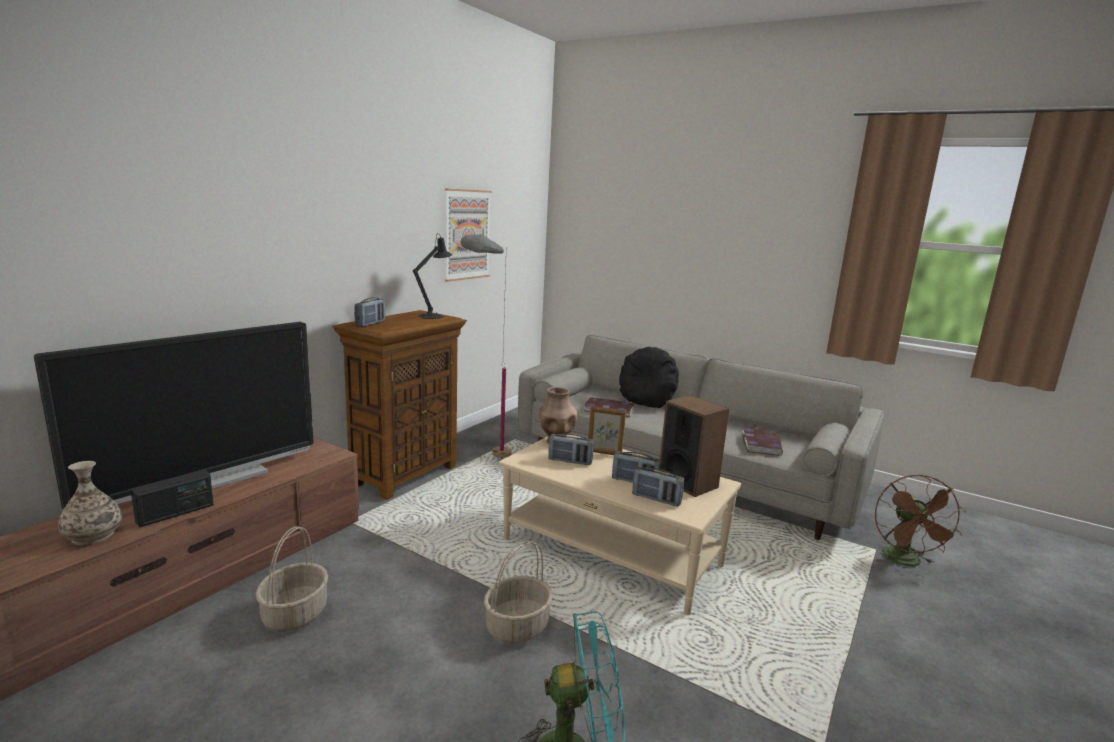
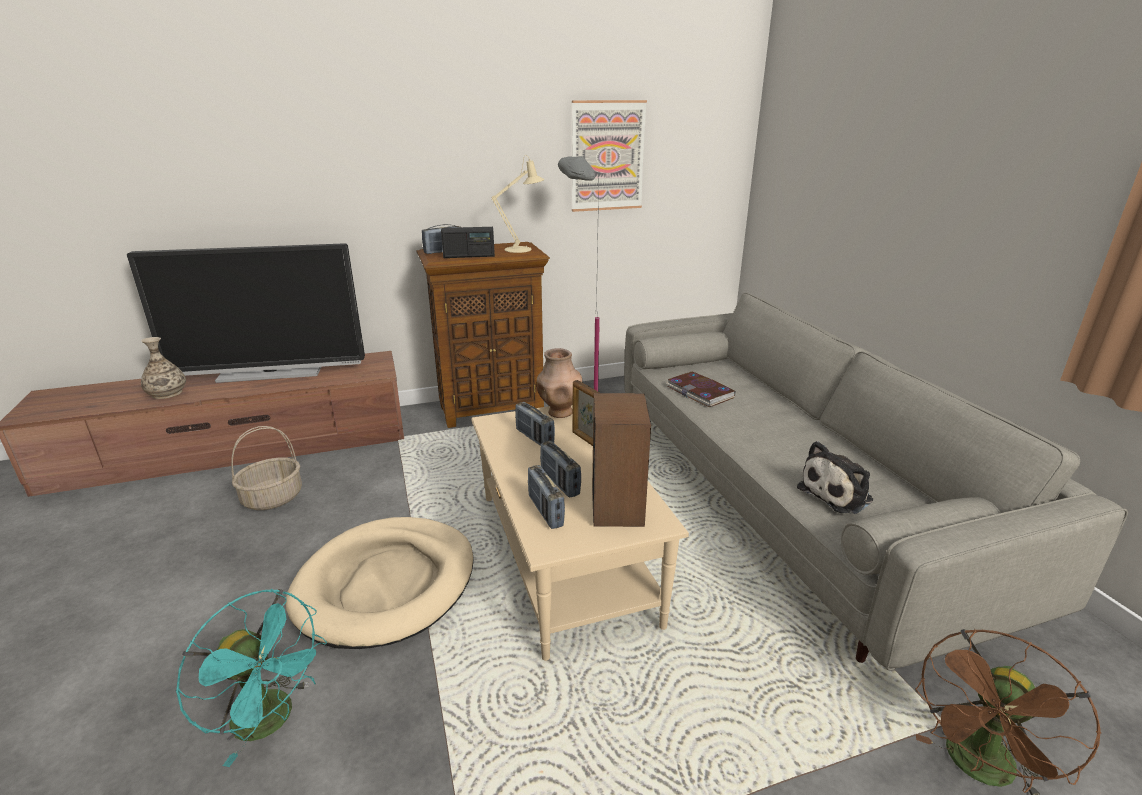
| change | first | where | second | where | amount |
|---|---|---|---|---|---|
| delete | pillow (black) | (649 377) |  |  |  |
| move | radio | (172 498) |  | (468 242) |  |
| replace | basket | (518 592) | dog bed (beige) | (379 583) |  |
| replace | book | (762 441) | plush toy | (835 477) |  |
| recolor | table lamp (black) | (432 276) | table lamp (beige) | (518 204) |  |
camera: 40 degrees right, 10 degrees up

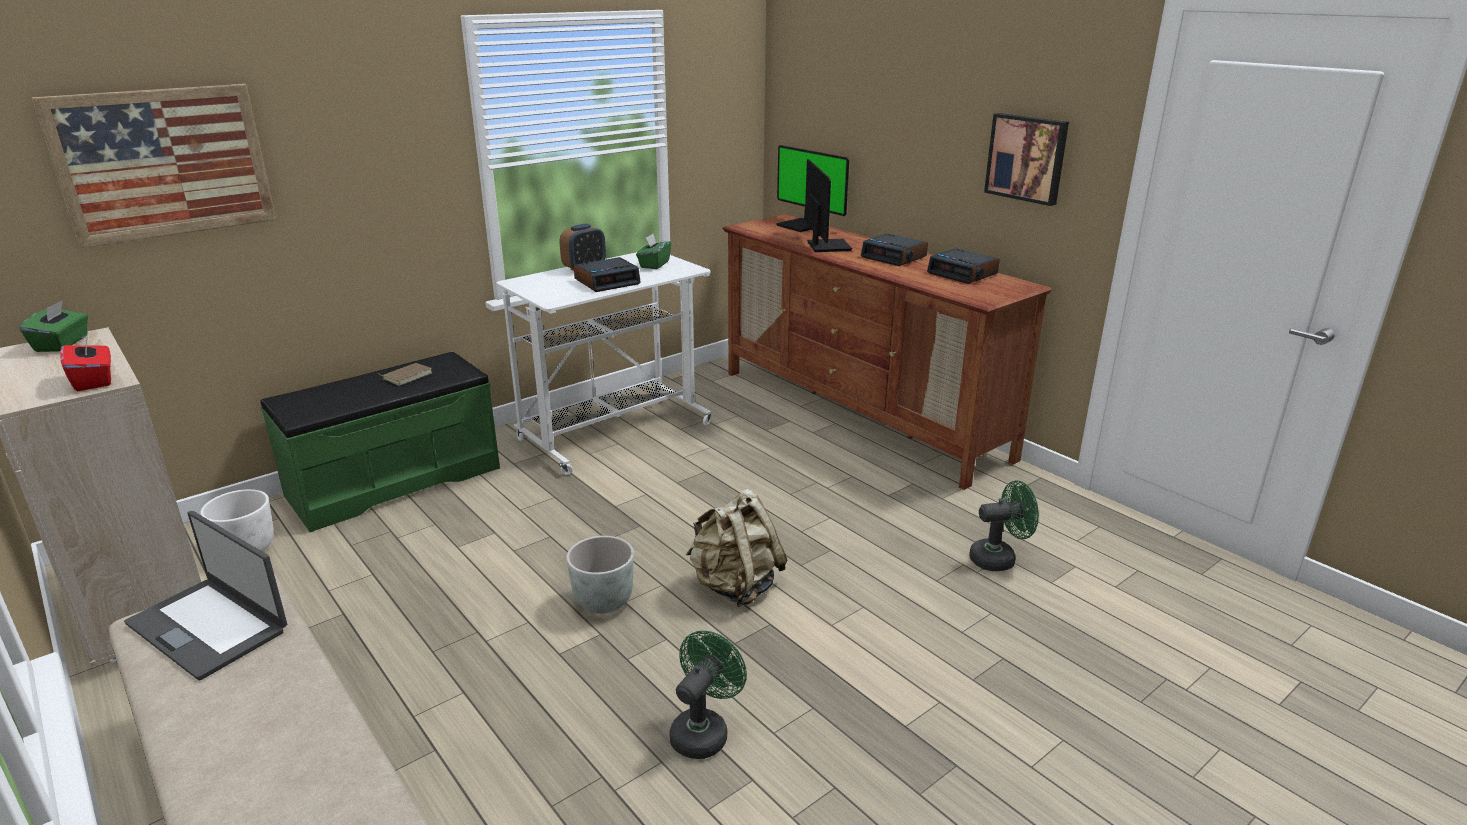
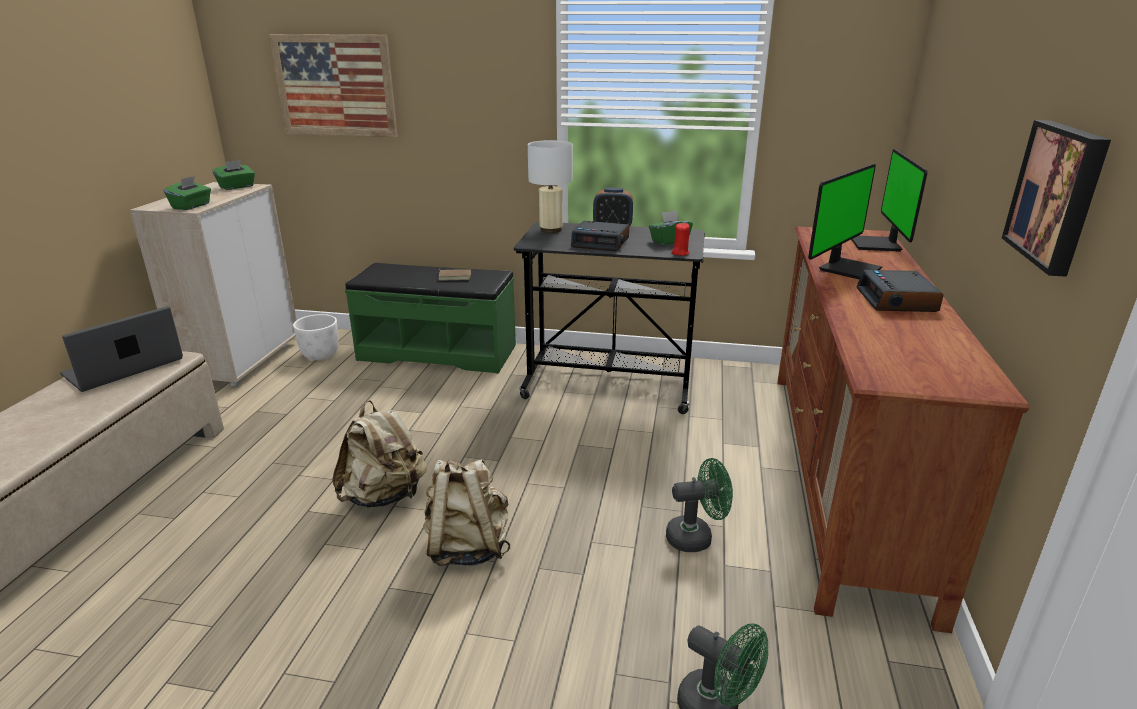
| change | first | where | second | where | amount |
|---|---|---|---|---|---|
| delete | alarm clock | (963 266) |  |  |  |
| insert |  |  | table lamp (white) | (550 186) |  |
| insert |  |  | candle (red) | (680 239) |  |
| move | fan (green) | (708 695) |  | (699 505) |  |
| replace | planter (grey) | (600 575) | backpack (beige) | (379 454) |  |
| recolor | tissue box (red) | (85 361) | tissue box (green) | (187 193) |  |
| recolor | desk (white) | (603 363) | desk (black) | (609 318) |  |
| rotate | laptop | (205 595) |  | (121 349) | 45 degrees clockwise |
camera: 50 degrees right, 0 degrees up

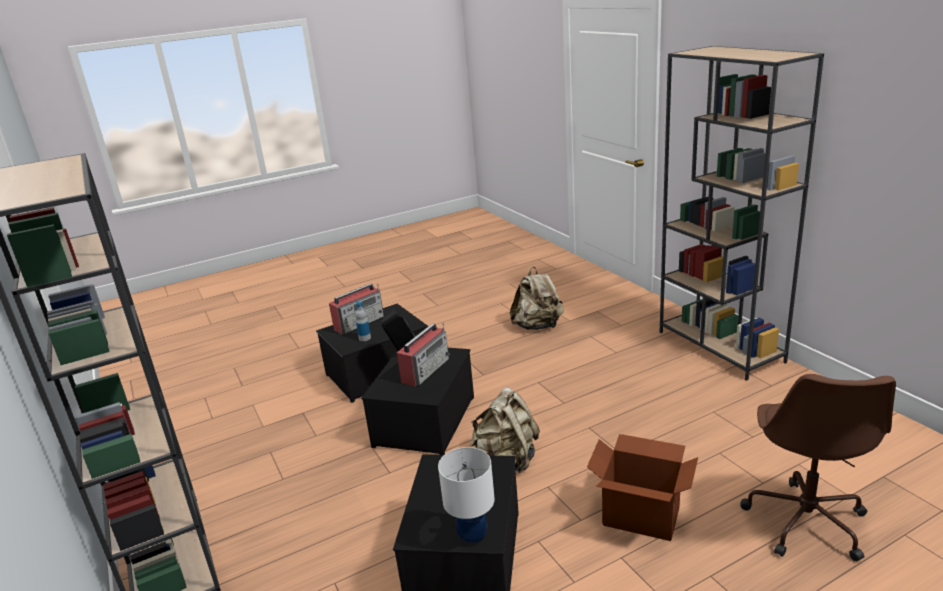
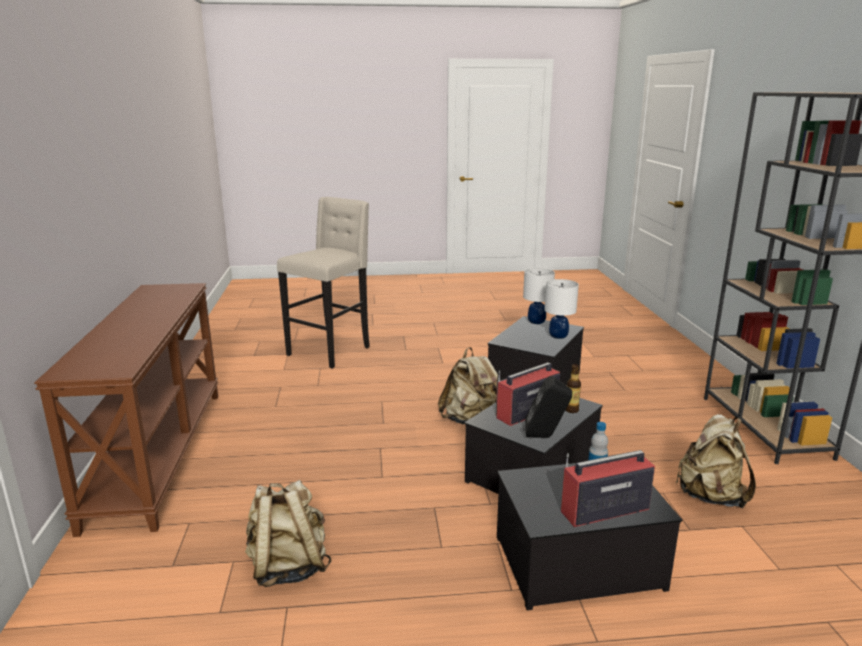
| change | first | where | second | where | amount |
|---|---|---|---|---|---|
| delete | cardboard box | (642 487) |  |  |  |
| insert |  |  | table lamp (white) | (561 309) |  |
| insert |  |  | bottle | (573 388) |  |
| insert |  |  | backpack (beige) | (715 461) |  |
| replace | bookcase | (742 213) | console table (brown) | (126 410) |  |
| replace | office chair (brown) | (818 467) | stool (beige) | (323 283) |  |
camera: 160 degrees left, 5 degrees down

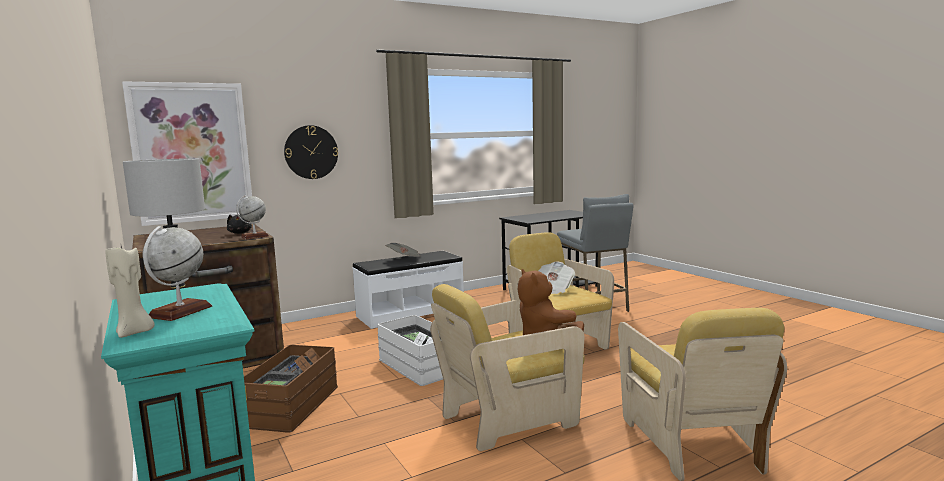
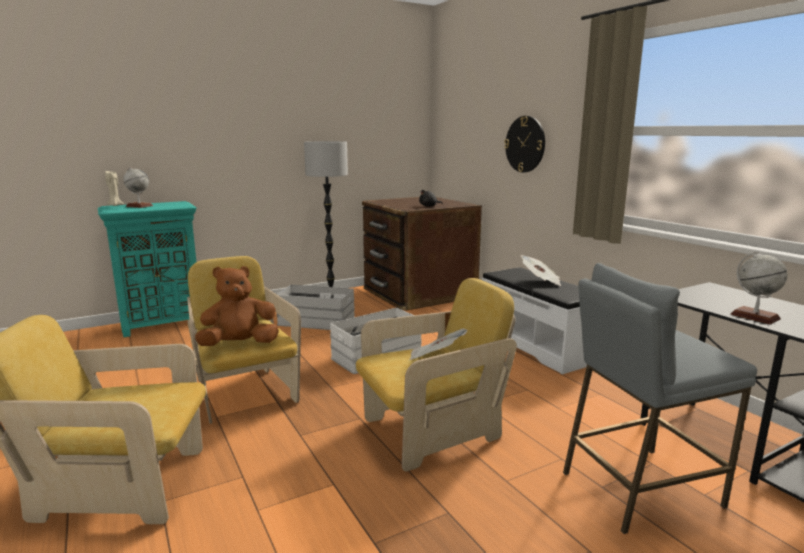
| change | first | where | second | where | amount |
|---|---|---|---|---|---|
| delete | picture | (187 153) |  |  |  |
| move | globe | (252 217) |  | (759 288) |  |
| recolor | storage box (brown) | (291 389) | storage box (grey) | (316 307) |  |
camera: 90 degrees right, 5 degrees up

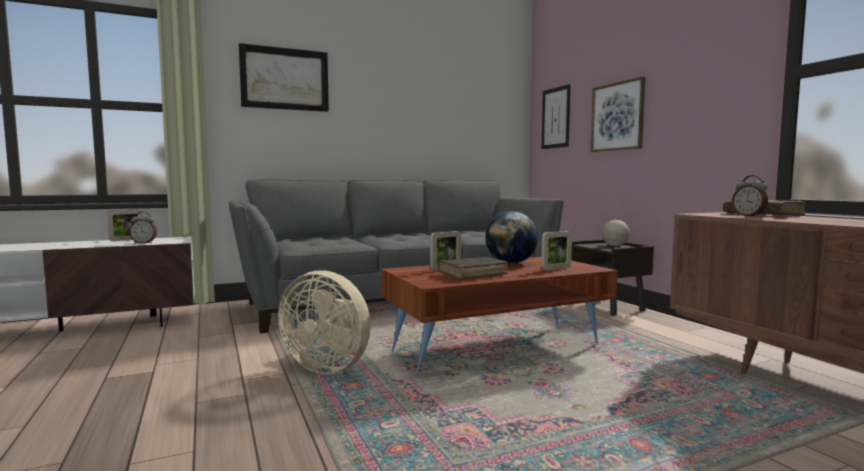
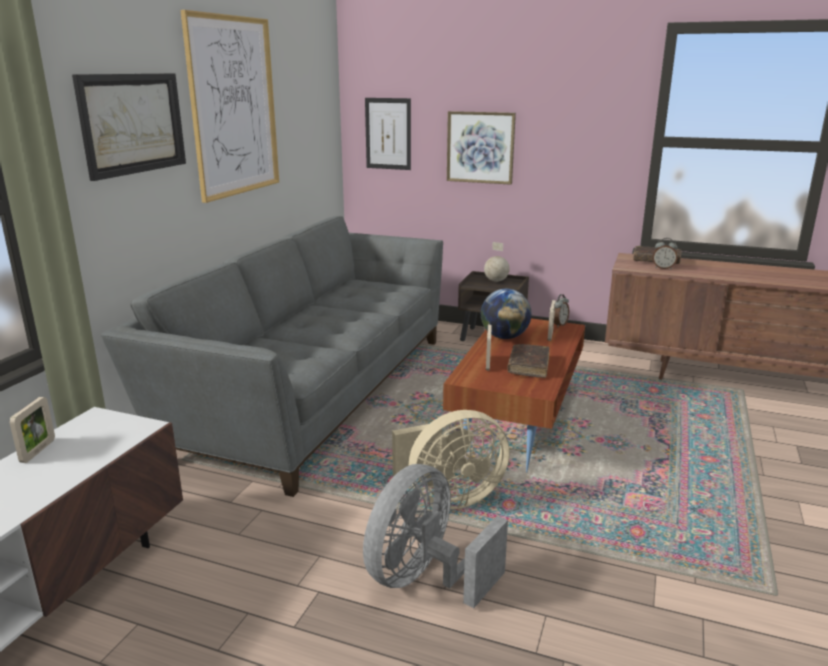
| change | first | where | second | where | amount |
|---|---|---|---|---|---|
| insert |  |  | picture | (229 106) |  |
| insert |  |  | fan (grey) | (435 536) |  |
| move | alarm clock | (143 228) |  | (561 310) |  |
camera: 45 degrees left, 15 degrees up

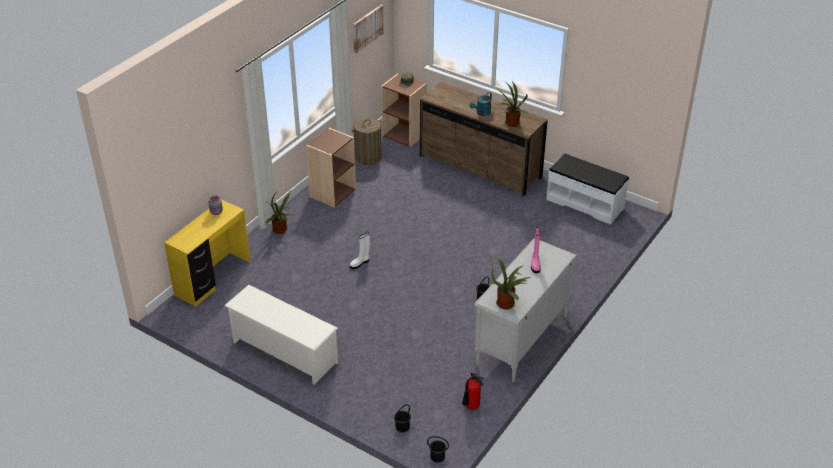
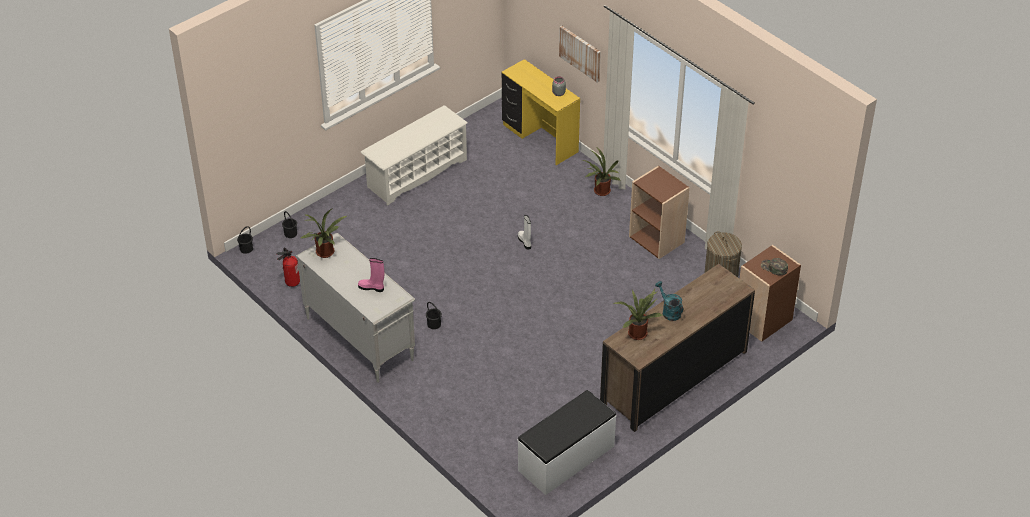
| change | first | where | second | where | amount |
|---|---|---|---|---|---|
| move | picture | (368 29) |  | (580 54) |  |
camera: 105 degrees right, 5 degrees up

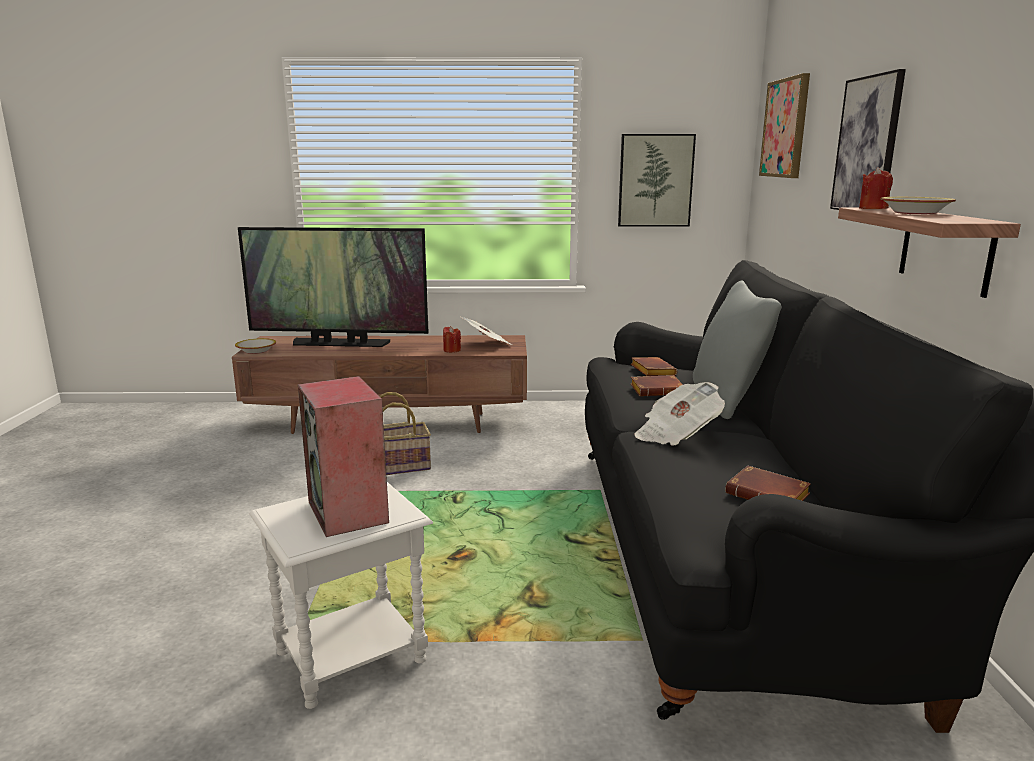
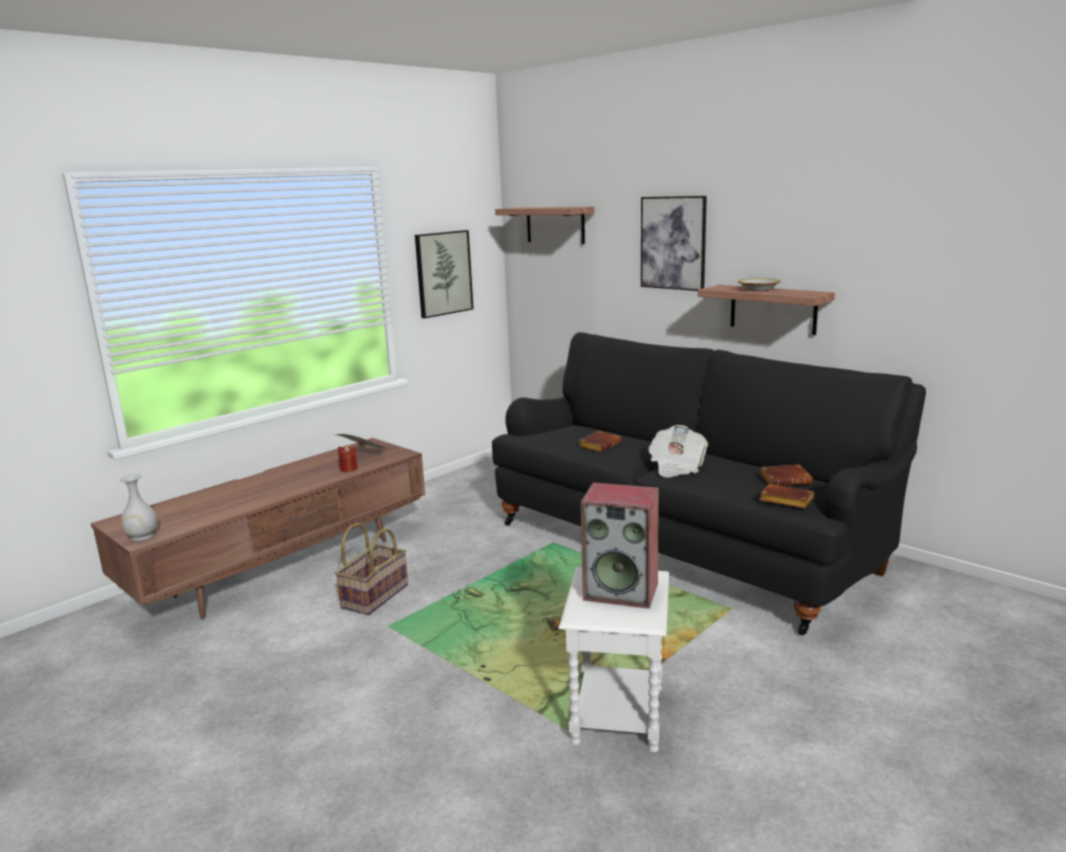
| change | first | where | second | where | amount |
|---|---|---|---|---|---|
| delete | television | (333 287) |  |  |  |
| delete | pillow (grey) | (737 349) |  |  |  |
| delete | candle (red) | (876 188) |  |  |  |
| move | book (brown) | (654 366) |  | (786 496) |  |
| replace | bowl | (255 346) | vase (white) | (138 507) |  |
| replace | picture | (784 125) | shelf | (545 225) |  |
camera: 45 degrees left, 0 degrees up

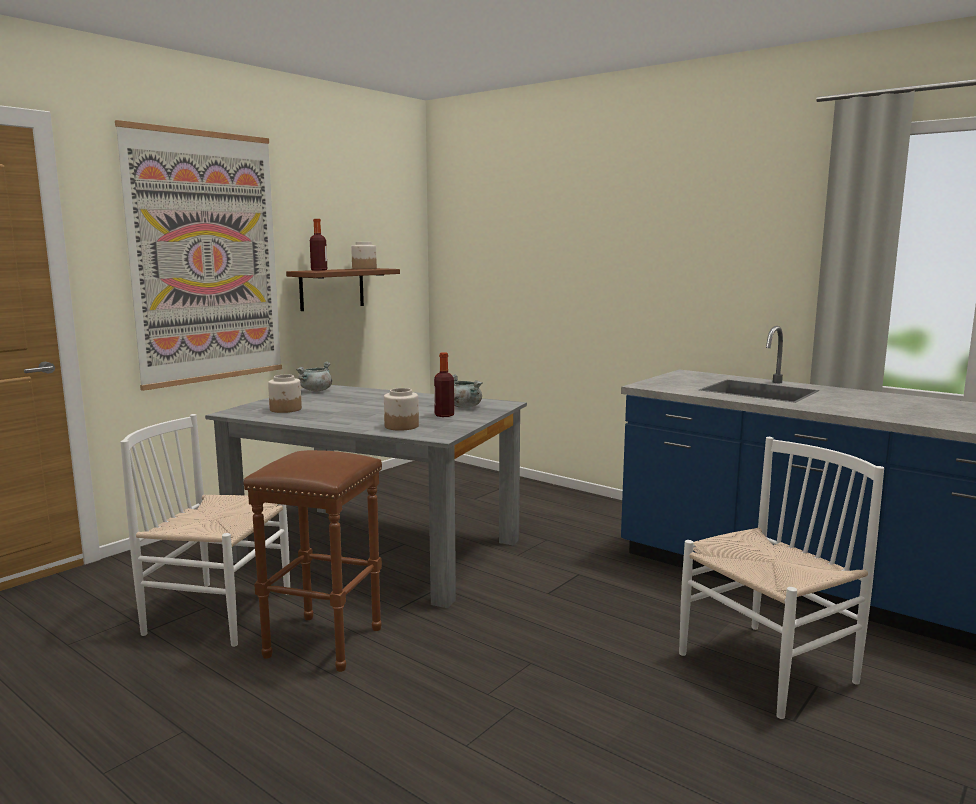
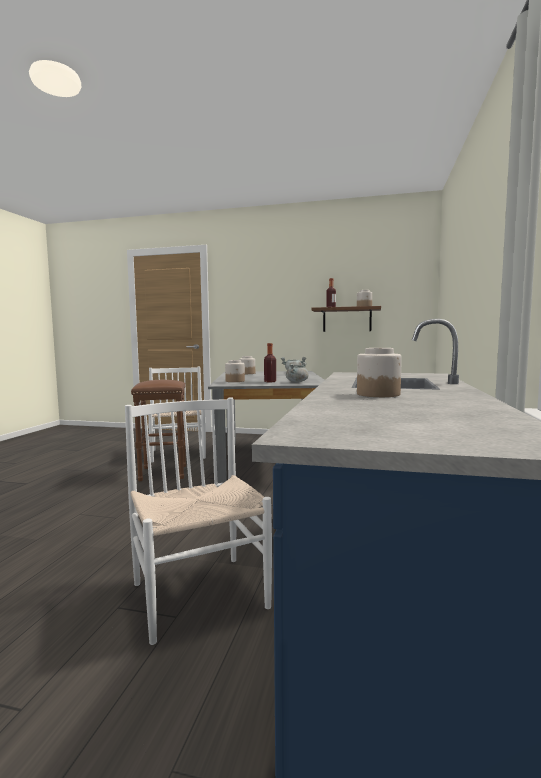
| change | first | where | second | where | amount |
|---|---|---|---|---|---|
| delete | picture | (198 255) |  |  |  |
| insert |  |  | jar | (379 372) |  |
| rotate | chair (white) | (781 578) |  | (198 521) | 150 degrees counterclockwise |
camera: 65 degrees right, 5 degrees down

